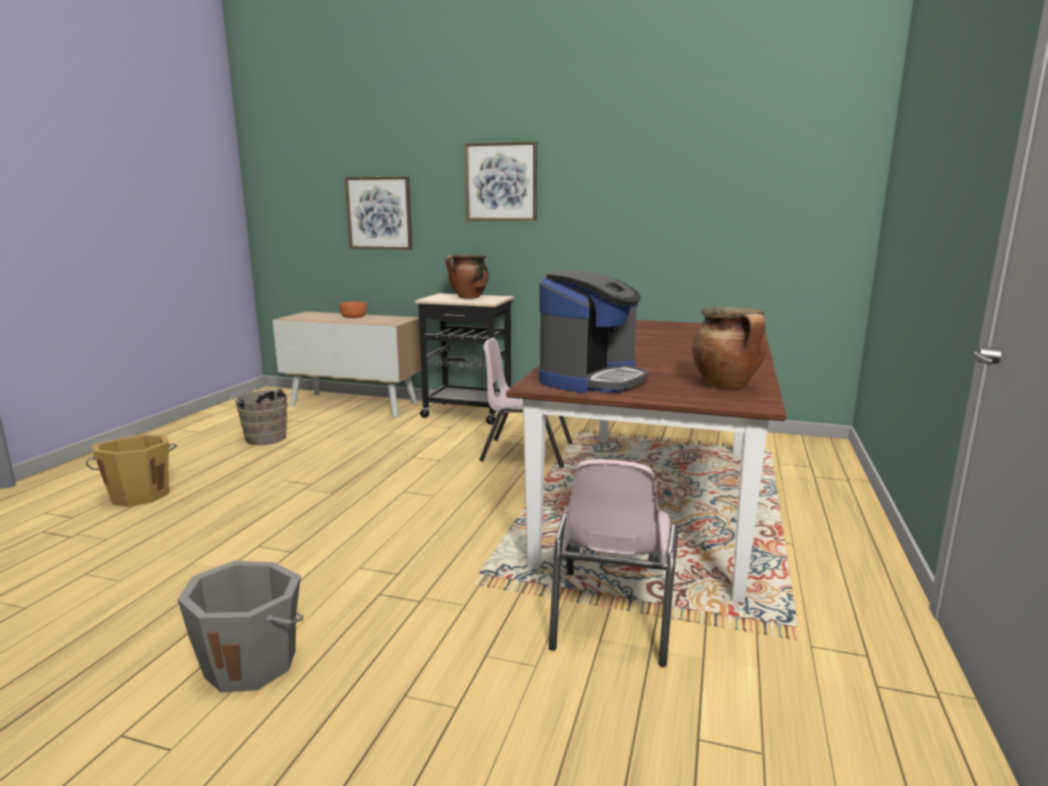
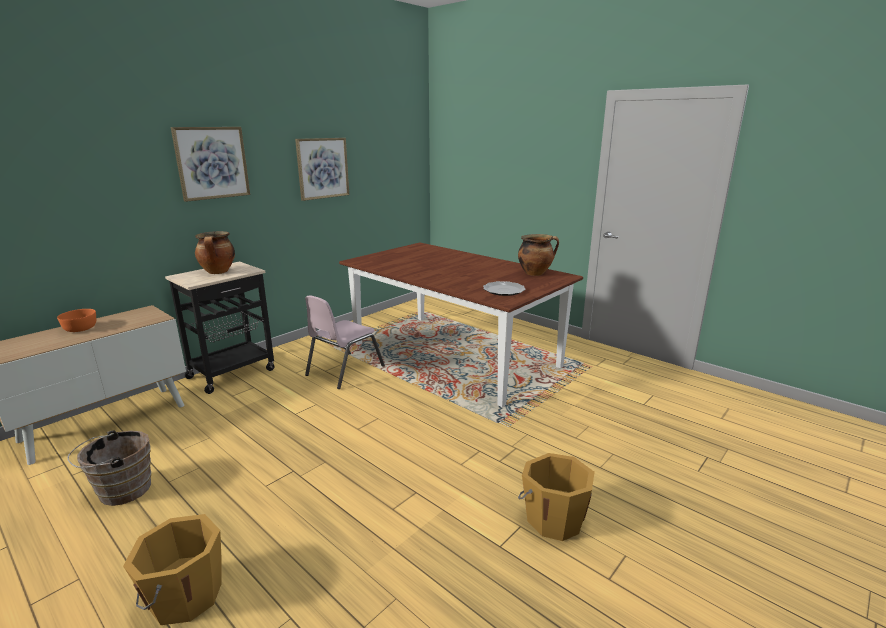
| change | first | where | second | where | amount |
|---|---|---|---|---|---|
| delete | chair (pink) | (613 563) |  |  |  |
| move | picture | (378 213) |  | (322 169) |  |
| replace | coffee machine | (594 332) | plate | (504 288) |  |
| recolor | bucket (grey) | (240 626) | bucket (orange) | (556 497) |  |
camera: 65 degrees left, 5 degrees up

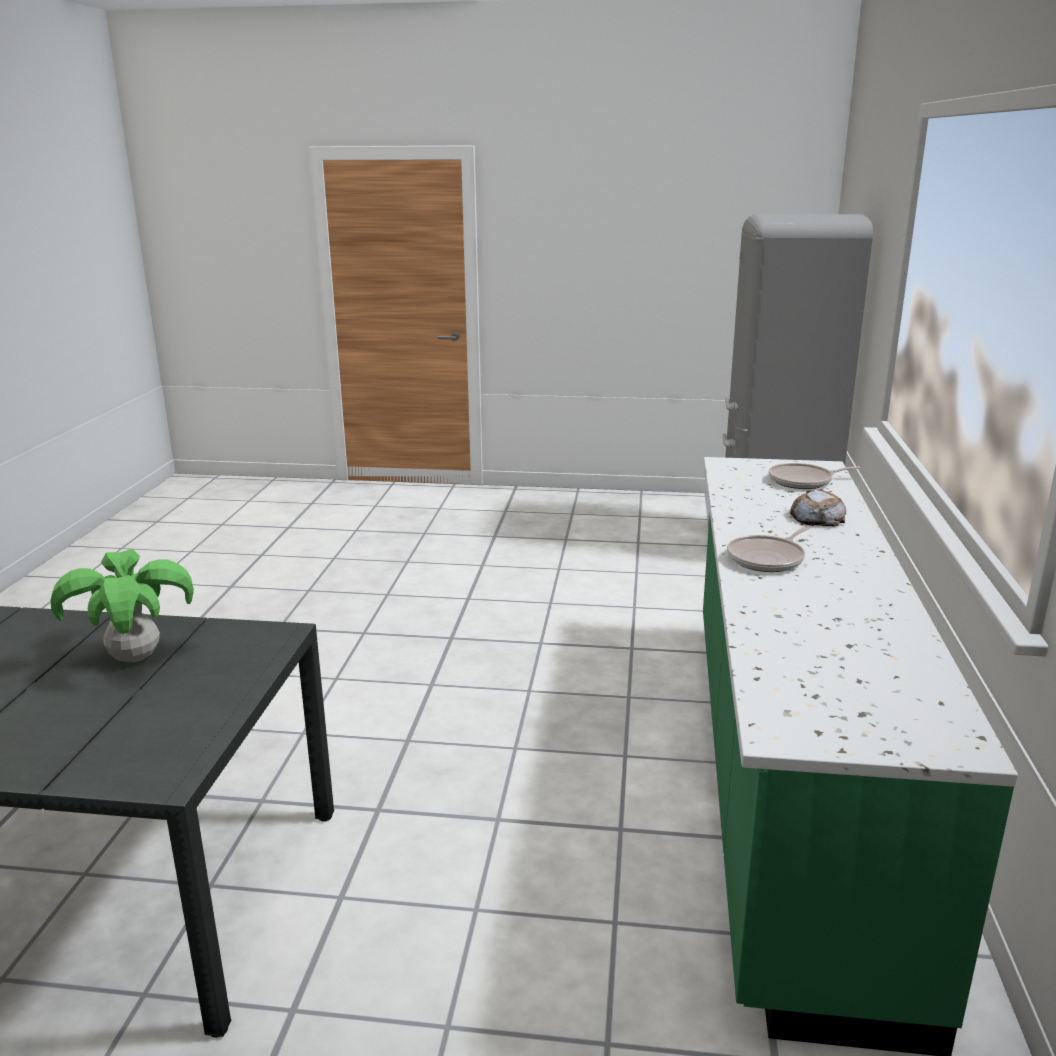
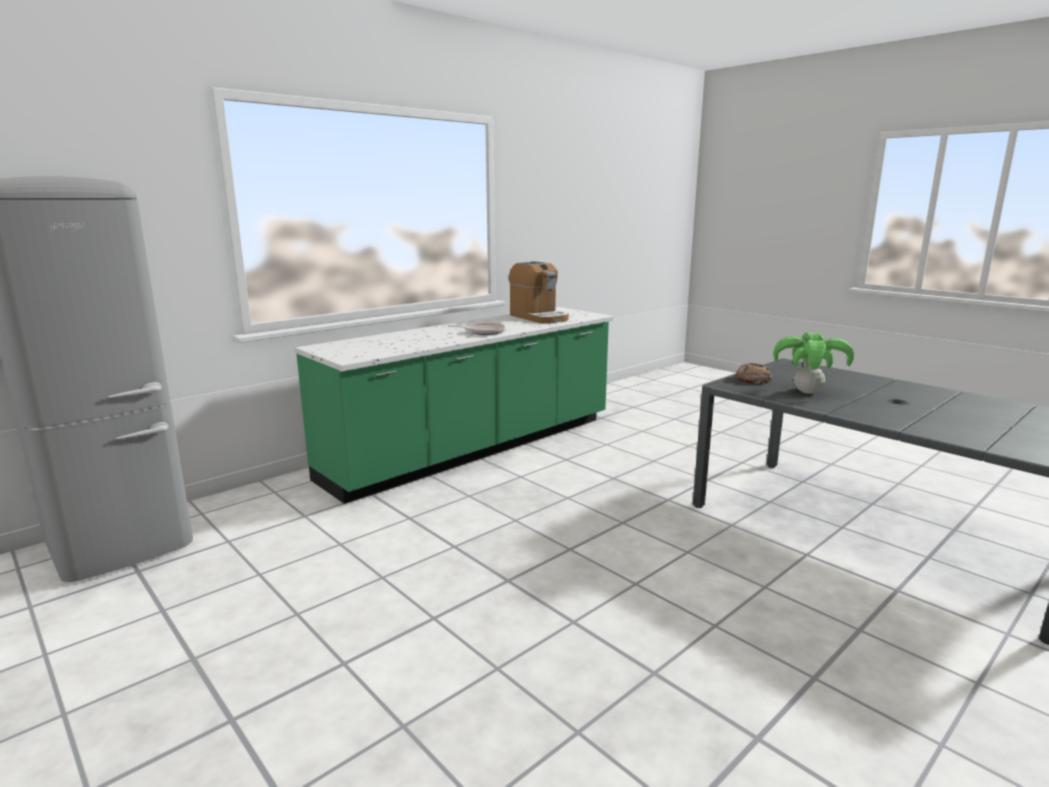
| change | first | where | second | where | amount |
|---|---|---|---|---|---|
| delete | frying pan | (814 476) |  |  |  |
| insert |  |  | coffee machine | (539 292) |  |
| move | bread | (818 508) |  | (753 373) |  |
camera: 140 degrees left, 5 degrees down

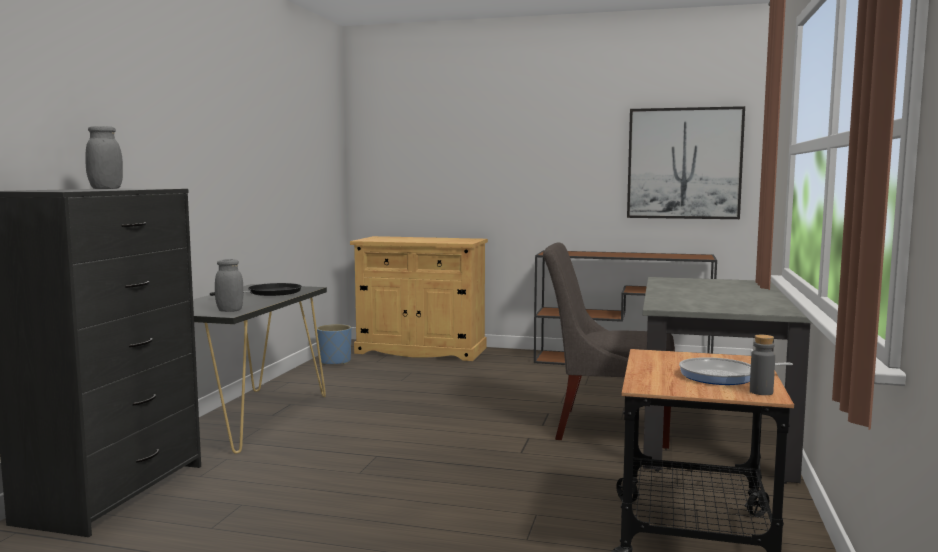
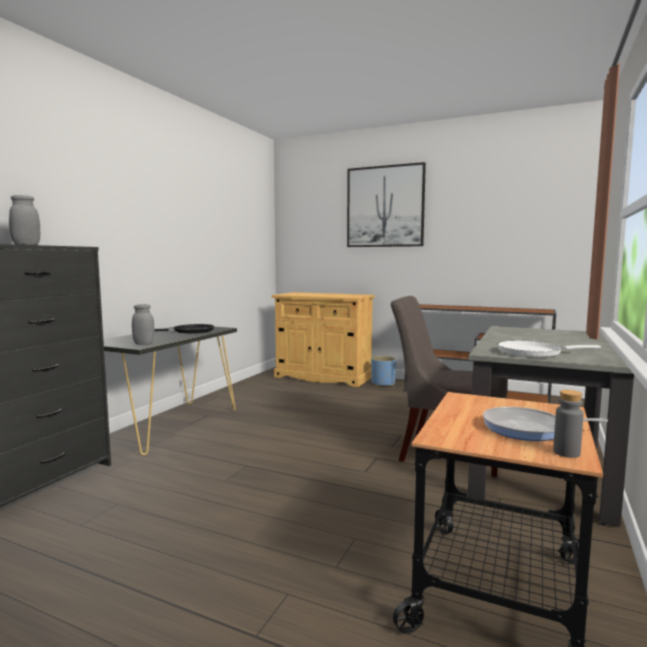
| change | first | where | second | where | amount |
|---|---|---|---|---|---|
| insert |  |  | frying pan (white) | (549 349) |  |
| move | planter (blue) | (334 344) |  | (384 371) |  |
| move | picture | (686 162) |  | (386 204) |  |
camera: 10 degrees right, 0 degrees up

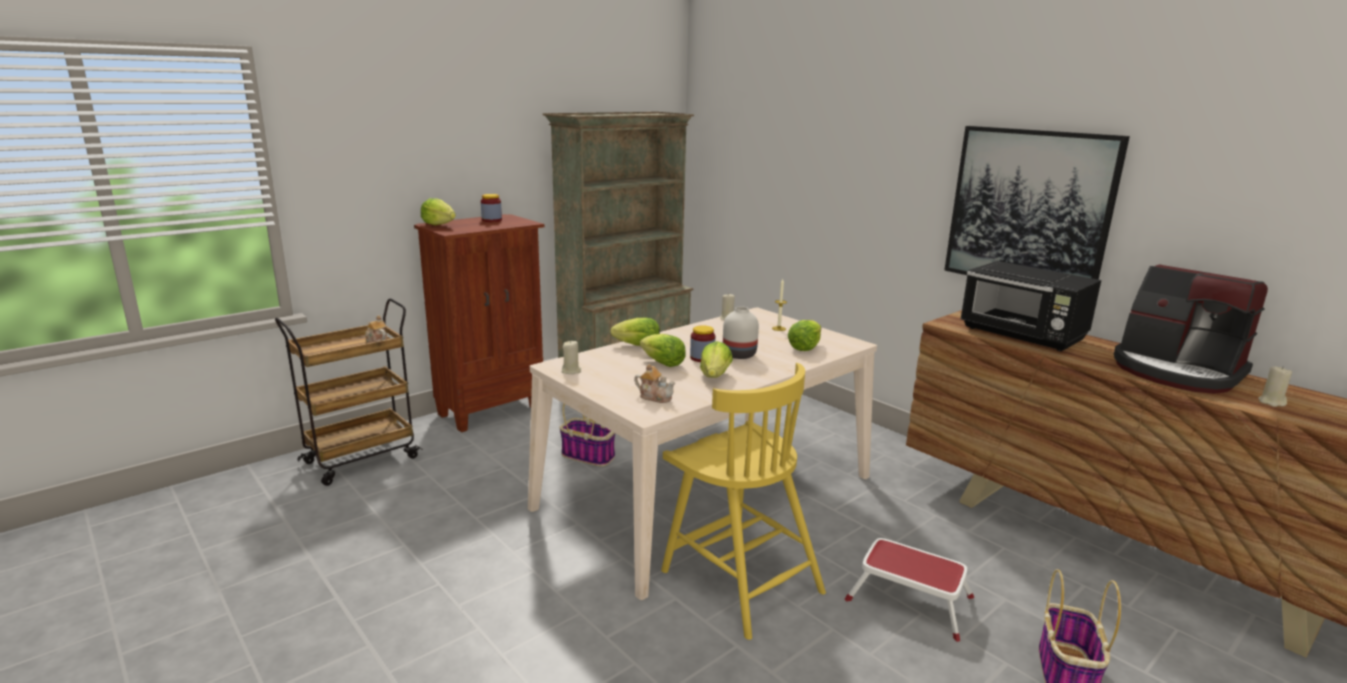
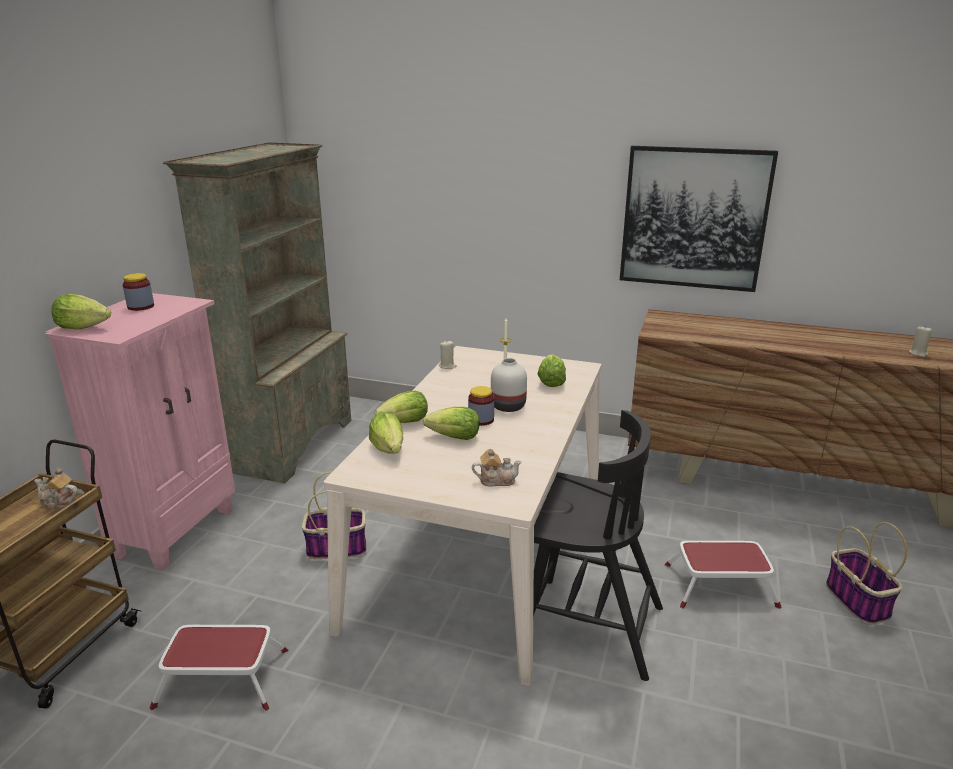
| change | first | where | second | where | amount |
|---|---|---|---|---|---|
| delete | candle (beige) | (571 357) |  |  |  |
| delete | microwave (black) | (1030 306) |  |  |  |
| delete | coffee machine | (1191 329) |  |  |  |
| insert |  |  | step ladder (red) | (219 668) |  |
| move | lettuce | (716 359) |  | (386 433) |  |
| recolor | cabinet (brown) | (479 323) | cabinet (pink) | (140 431) |  |
| recolor | chair (yellow) | (743 501) | chair (black) | (598 545) |  |
camera: 30 degrees left, 5 degrees up

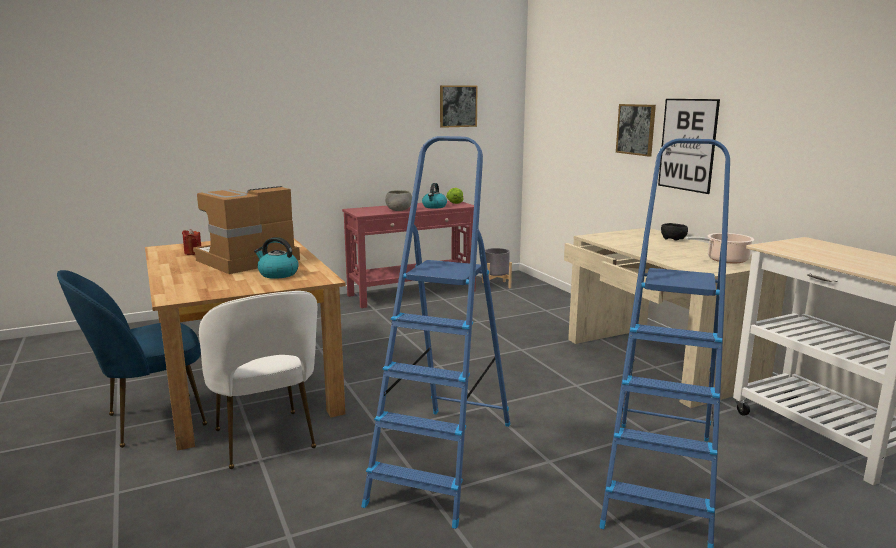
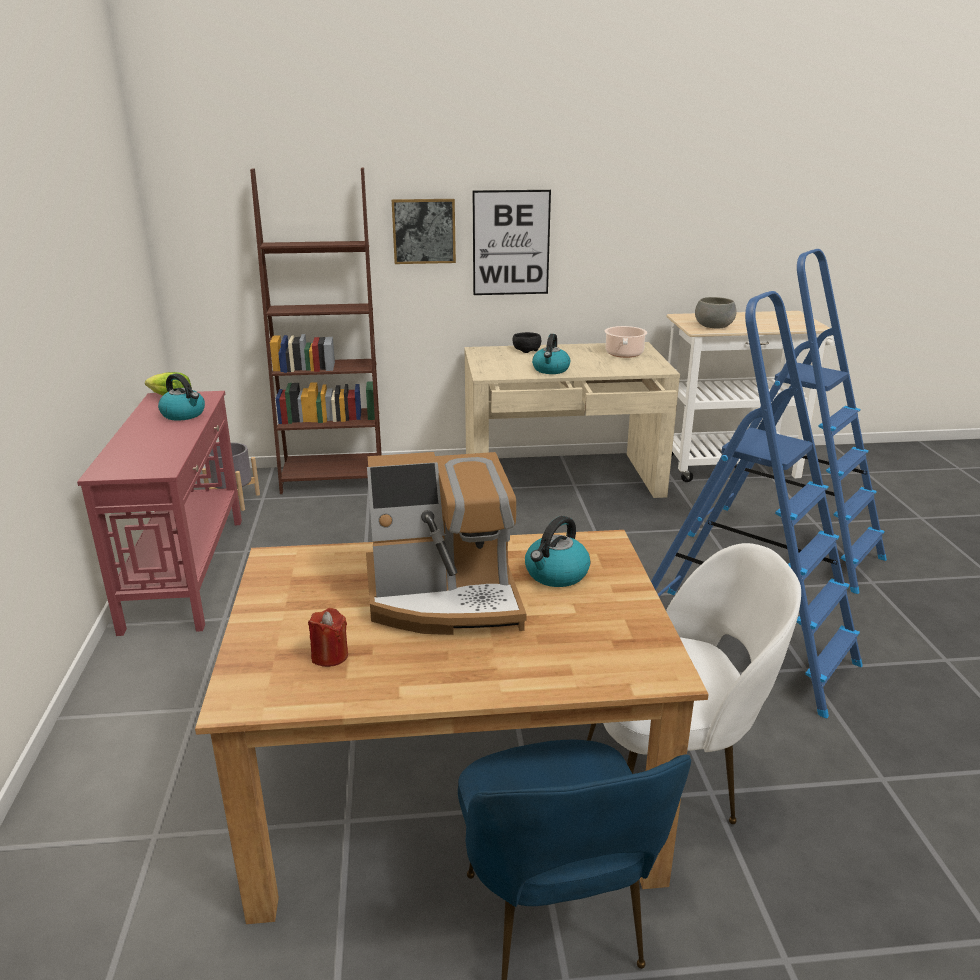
| change | first | where | second | where | amount |
|---|---|---|---|---|---|
| delete | picture | (459 106) |  |  |  |
| insert |  |  | bookcase (brown) | (316 330) |  |
| insert |  |  | kettle | (551 354) |  |
| move | bowl (grey) | (398 200) |  | (716 312) |  |
| rotate | coffee machine | (246 230) |  | (446 543) | 75 degrees counterclockwise |
camera: 70 degrees left, 10 degrees up

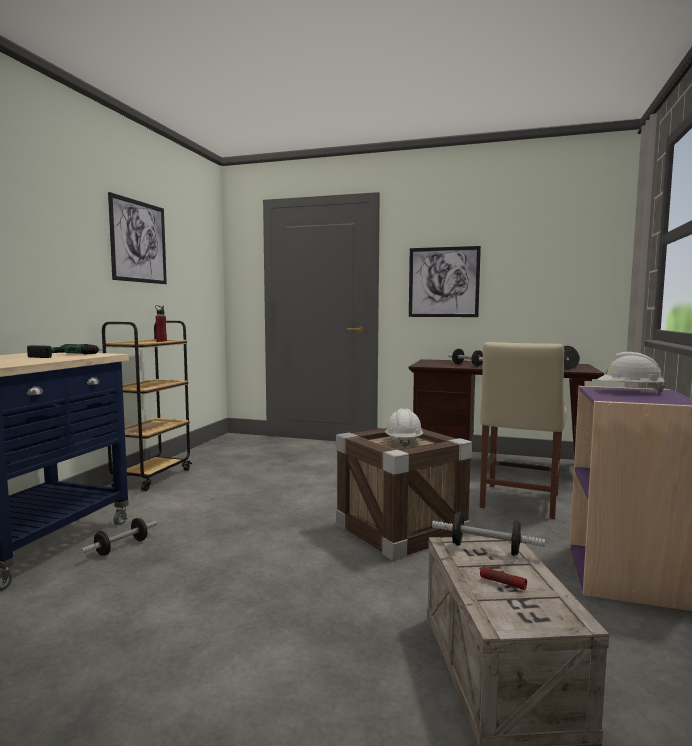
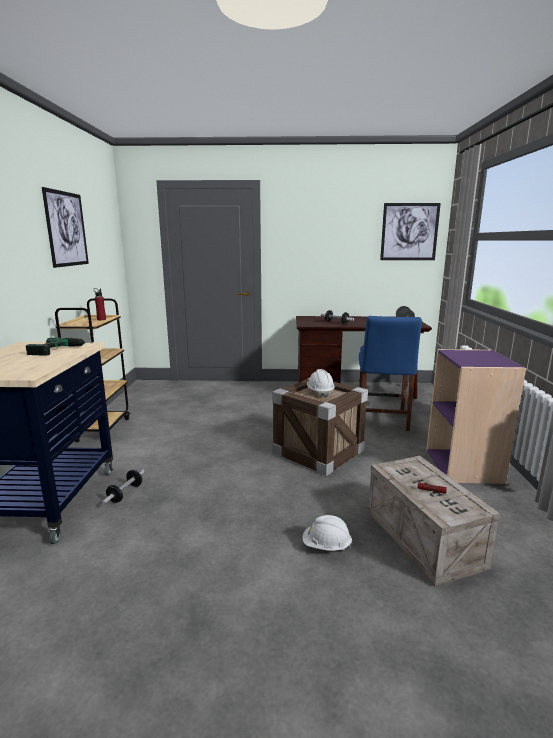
| change | first | where | second | where | amount |
|---|---|---|---|---|---|
| delete | dumbbell | (488 534) |  |  |  |
| move | picture | (445 281) |  | (410 231) |  |
| move | hard hat (white) | (631 372) |  | (327 533) |  |
| recolor | chair (beige) | (523 430) | chair (blue) | (390 373) |  |
camera: 15 degrees left, 10 degrees up

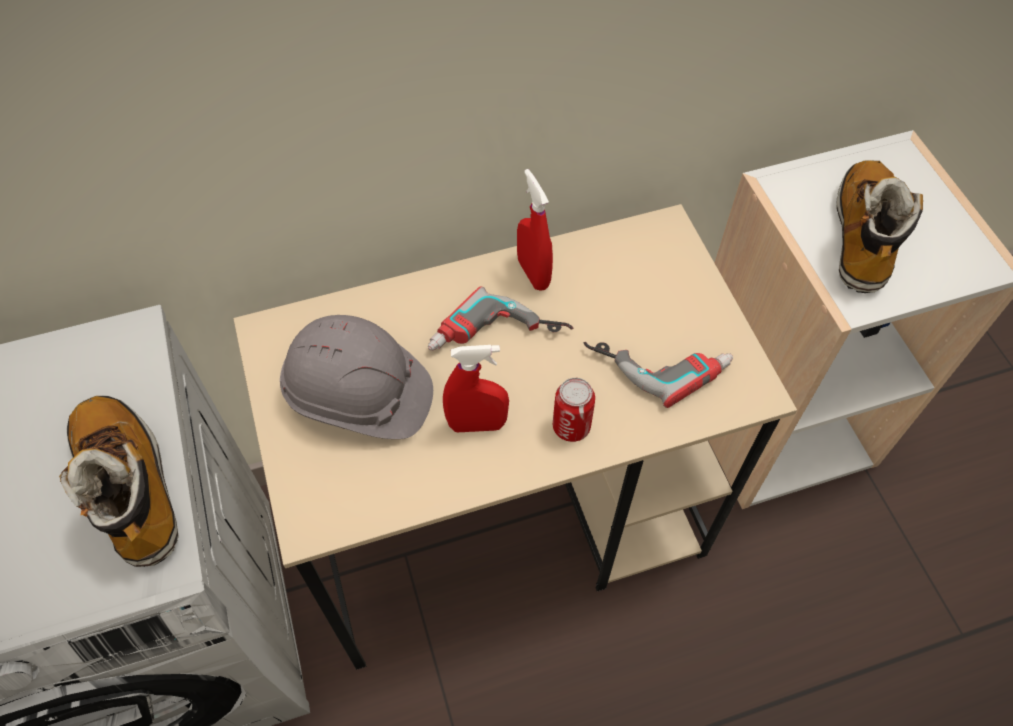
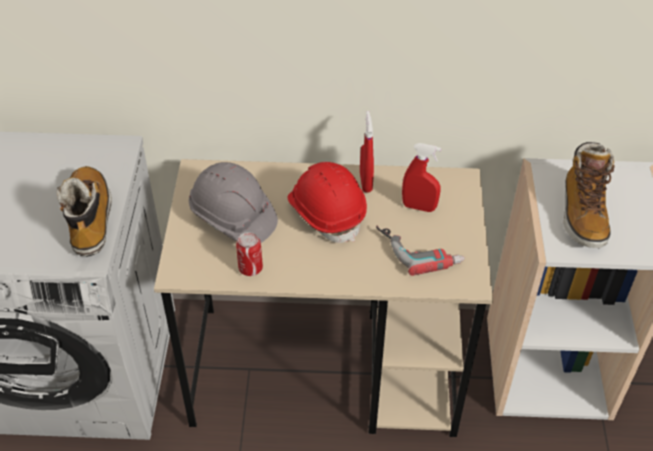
| change | first | where | second | where | amount |
|---|---|---|---|---|---|
| move | spray bottle (red) | (476 388) |  | (421 177) |  |
| move | can | (573 410) |  | (249 254) |  |
| replace | power drill | (501 318) | hard hat (red) | (327 202) |  |
| rotate | boot | (879 226) |  | (589 195) | 150 degrees clockwise |
camera: 20 degrees right, 10 degrees down

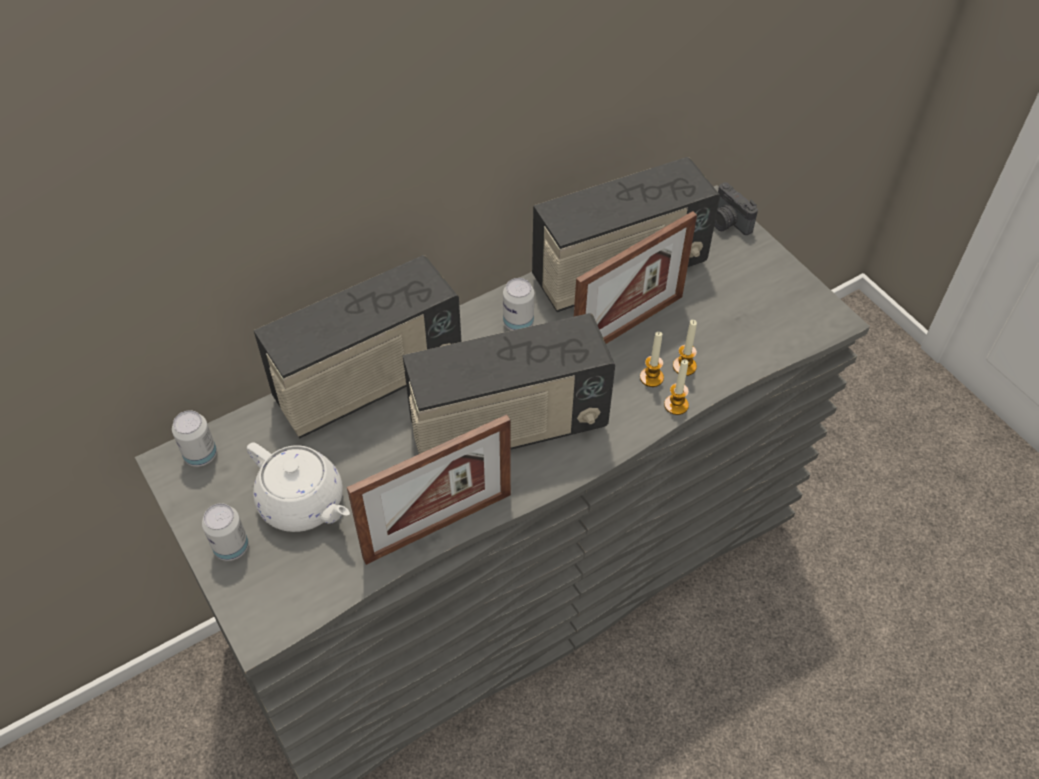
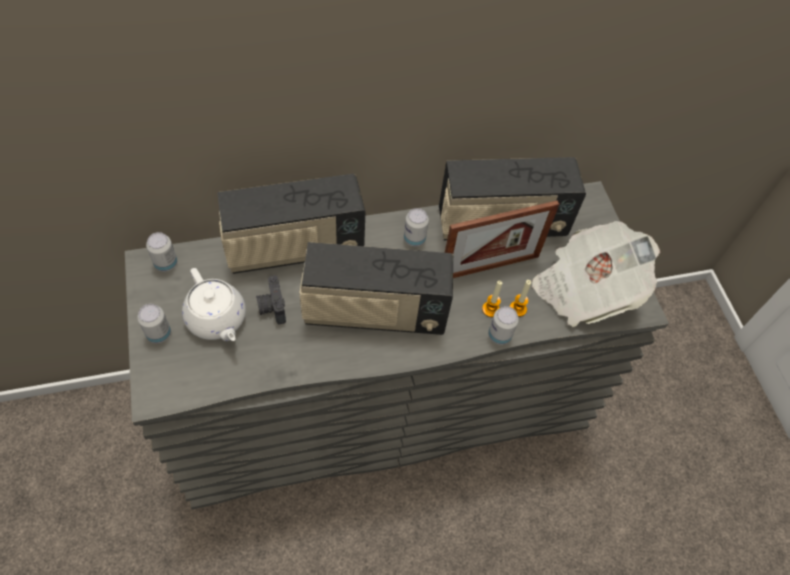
| change | first | where | second | where | amount |
|---|---|---|---|---|---|
| delete | picture frame | (429 489) |  |  |  |
| insert |  |  | newspaper | (596 274) |  |
| move | photo camera | (736 208) |  | (271 299) |  |
| replace | candle | (676 387) | can | (503 325) |  |
camera: 15 degrees right, 5 degrees up

